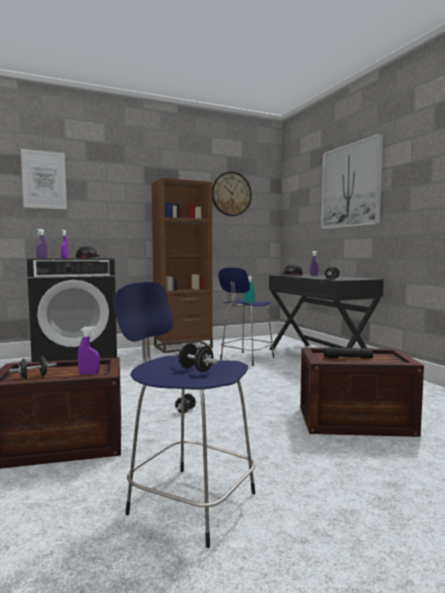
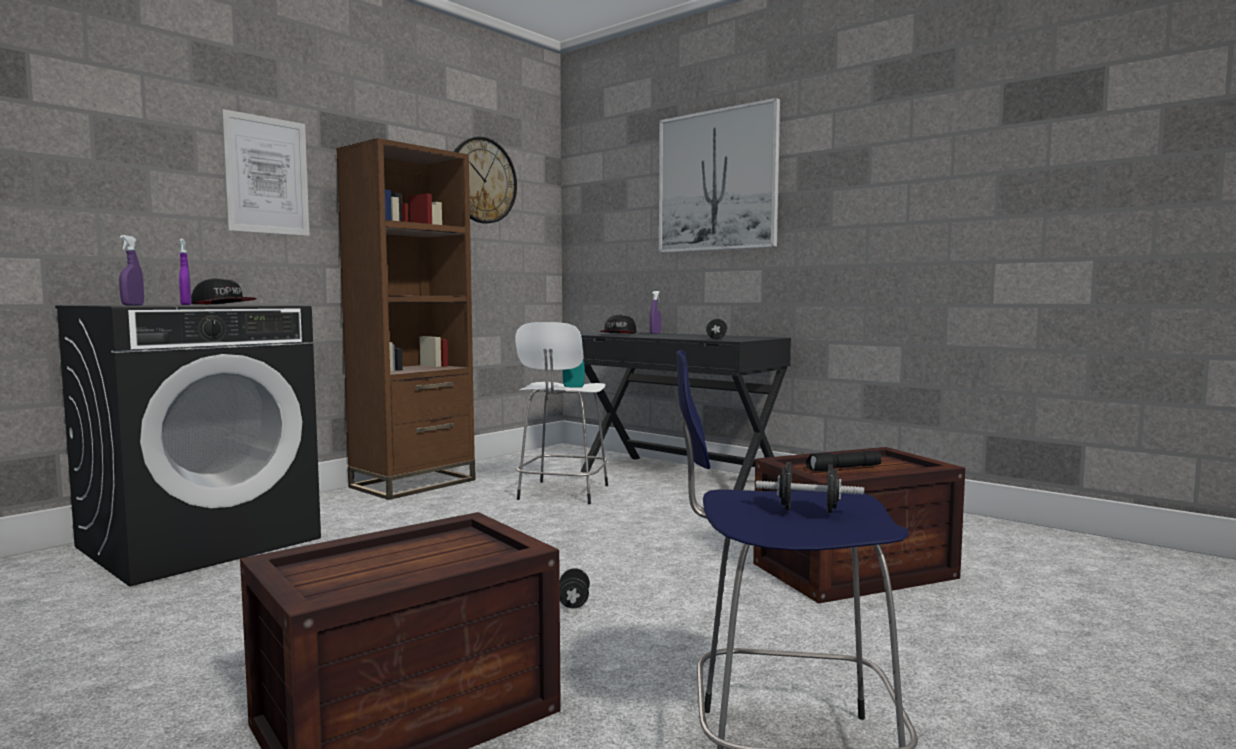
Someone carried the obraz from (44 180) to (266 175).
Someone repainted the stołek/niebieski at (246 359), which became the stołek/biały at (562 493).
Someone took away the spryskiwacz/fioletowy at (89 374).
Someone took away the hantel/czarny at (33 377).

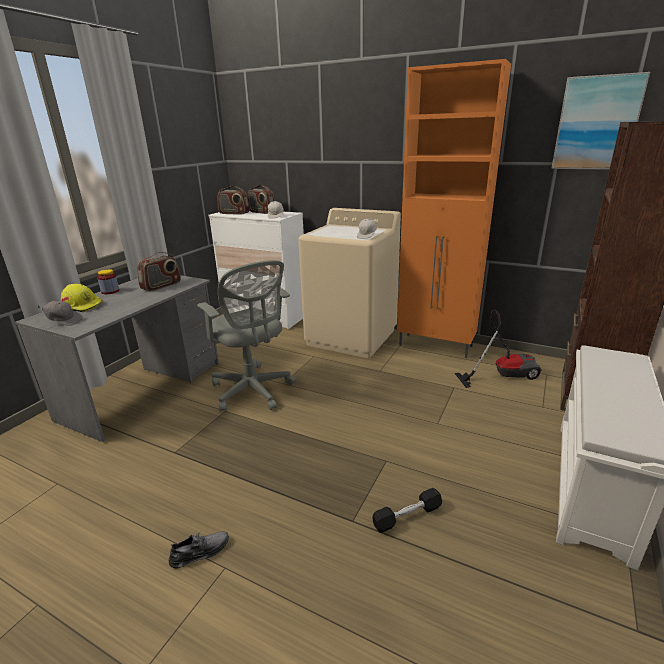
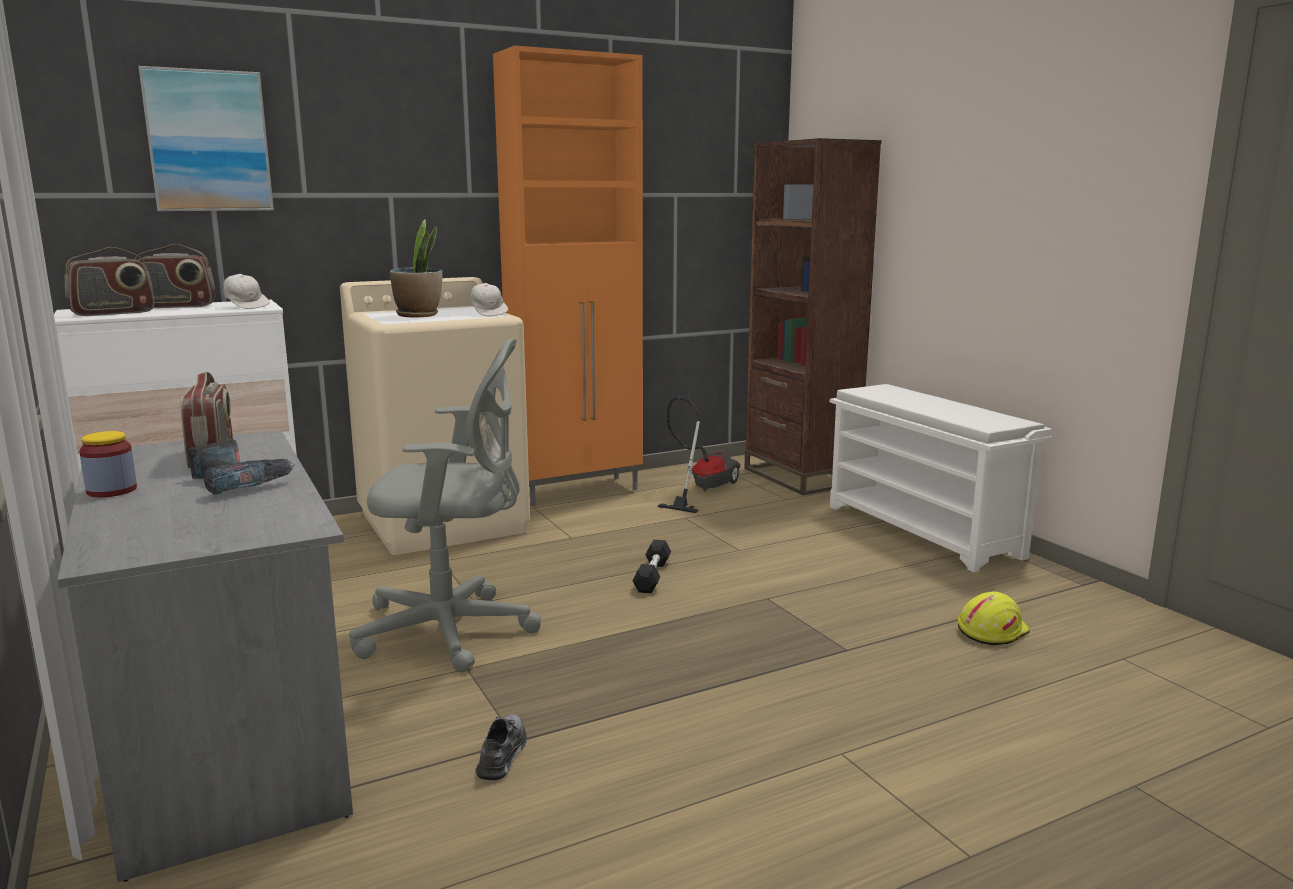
Someone carried the obraz from (596 123) to (208 141).
Someone carried the kask/żółty from (83 306) to (991 631).
Someone took away the czapka z daszkiem/szary at (64 321).
Someone carried the hantel/czarny from (407 516) to (652 576).
Someone carried the but/szary from (200 552) to (503 753).
Someone put down the roślina doniczkowa at (418 315).
Someone put down the wiertarka at (238 482).

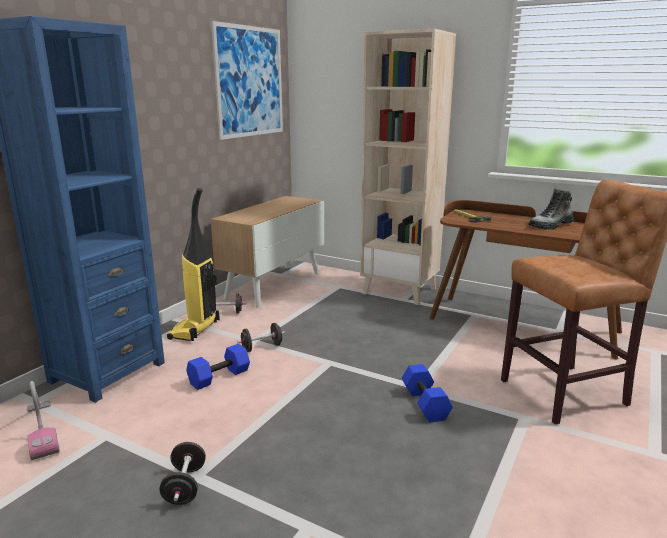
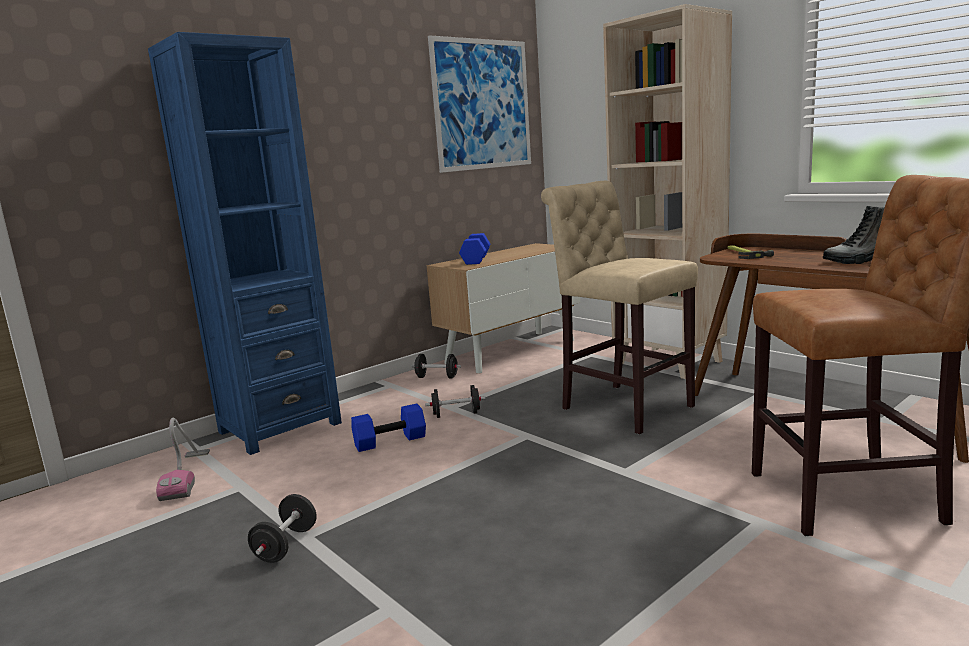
Someone took away the odkurzacz at (195 330).
Someone carried the hantel/niebieski from (426 404) to (476 260).
Someone put down the stołek/beżowy at (621 406).

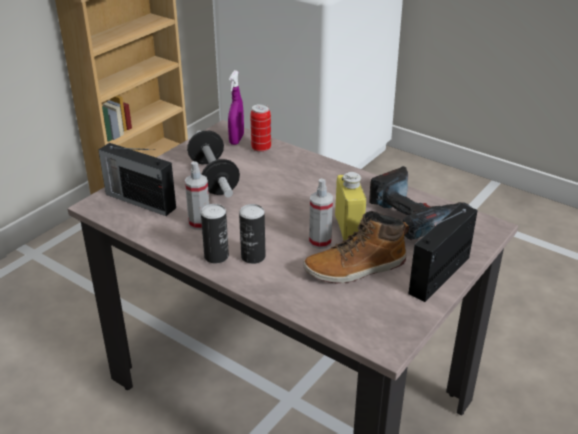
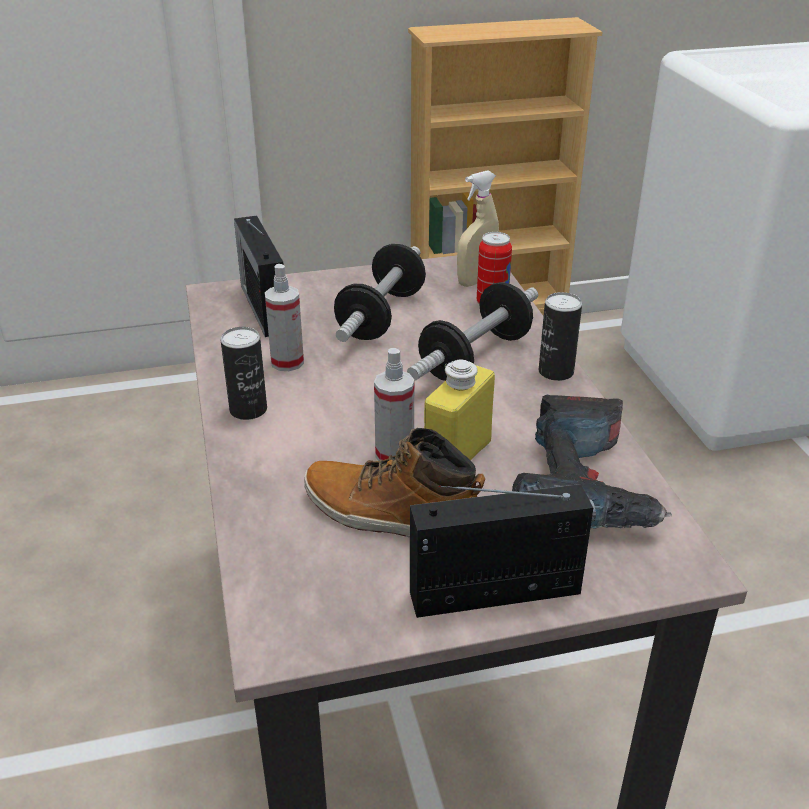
Someone repainted the spryskiwacz/fioletowy at (236 139), which became the spryskiwacz/beżowy at (476 281).
Someone carried the puszka from (253 256) to (556 372).
Someone put down the hantel at (475 357).

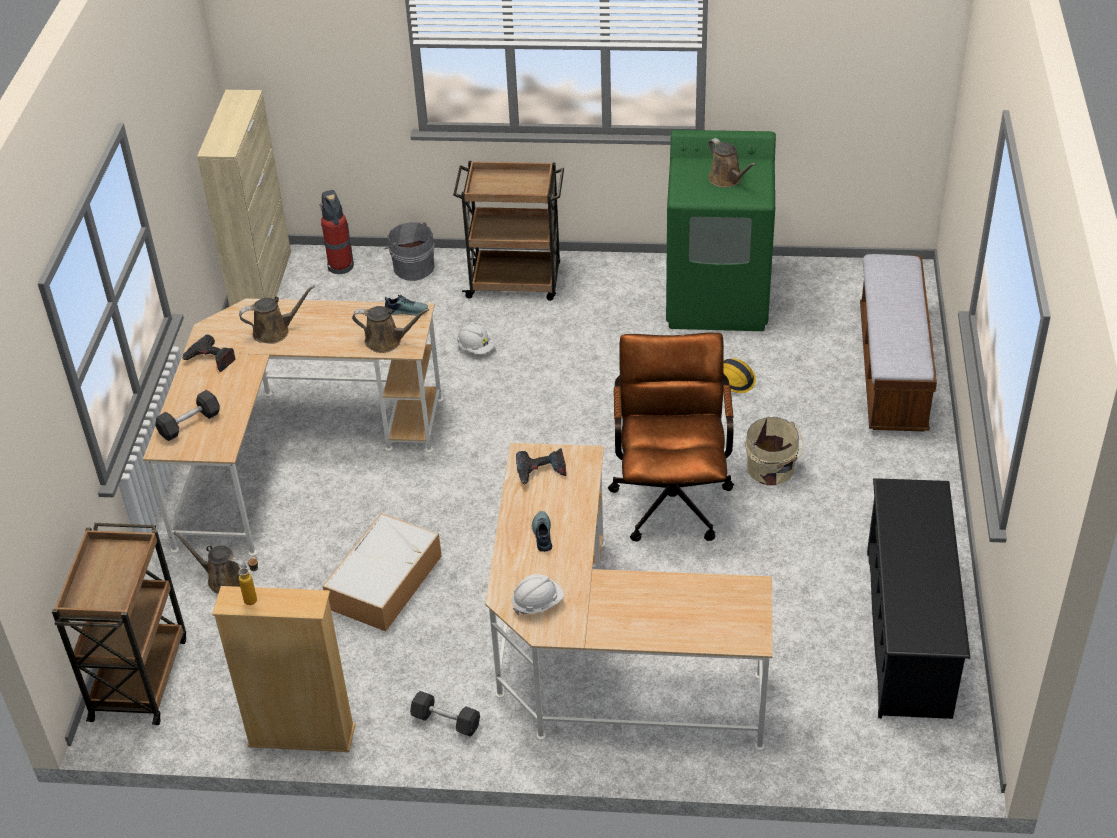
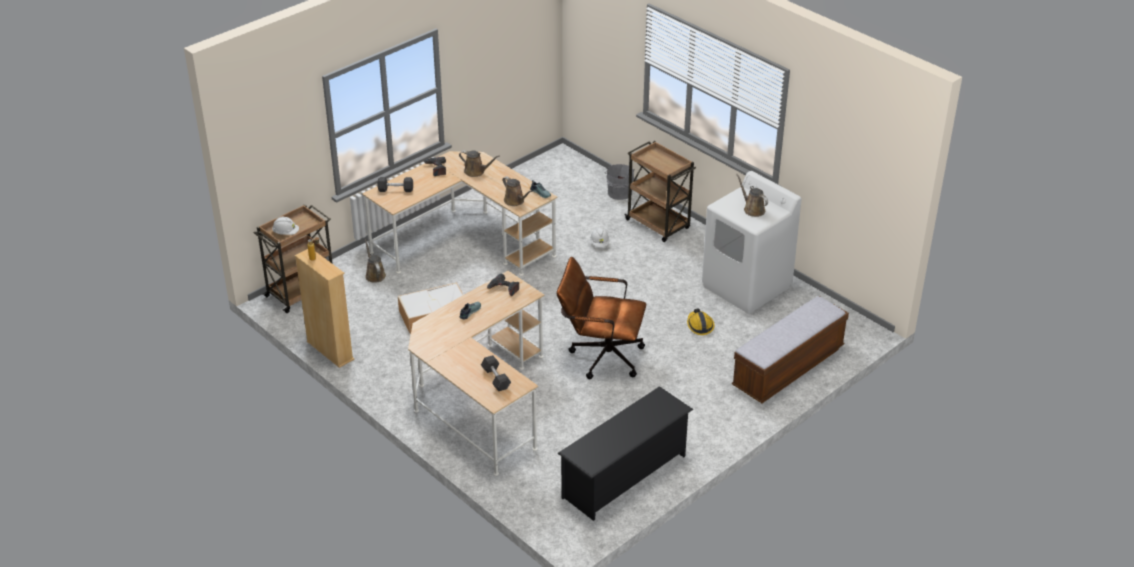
Someone took away the szafka/beżowy at (263 285).
Someone repainted the pralka/zielony at (718 299), which became the pralka/biały at (746 286).
Someone rotated the konewka/brązowy at (727 179) by 135 degrees clockwise.
Someone took away the gaśnica at (341 267).
Someone rotated the krzesło biurowe/brązowy at (671 494) by 120 degrees counterclockwise.
Someone took away the wiadro/beżowy at (771 470).
Someone carried the kask/biały from (537 603) to (286 233).
Someone carried the hantel/szary from (446 721) to (496 379).

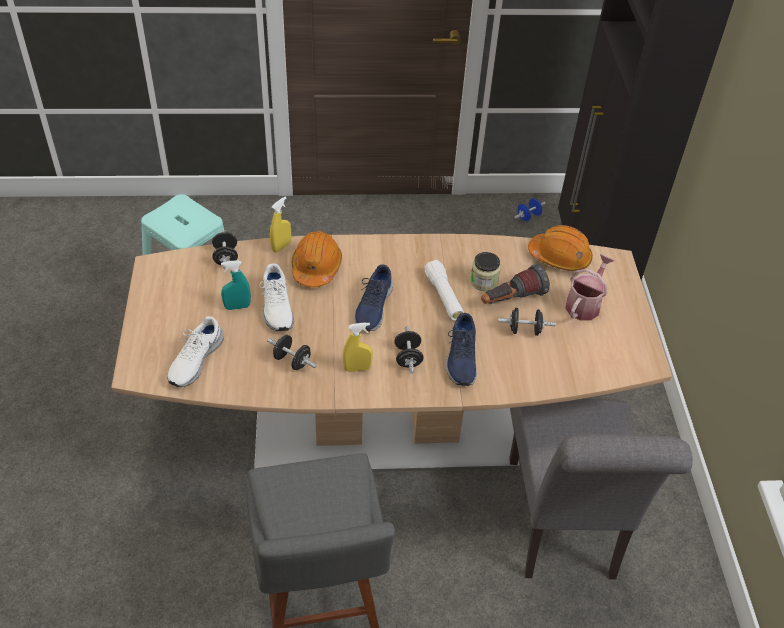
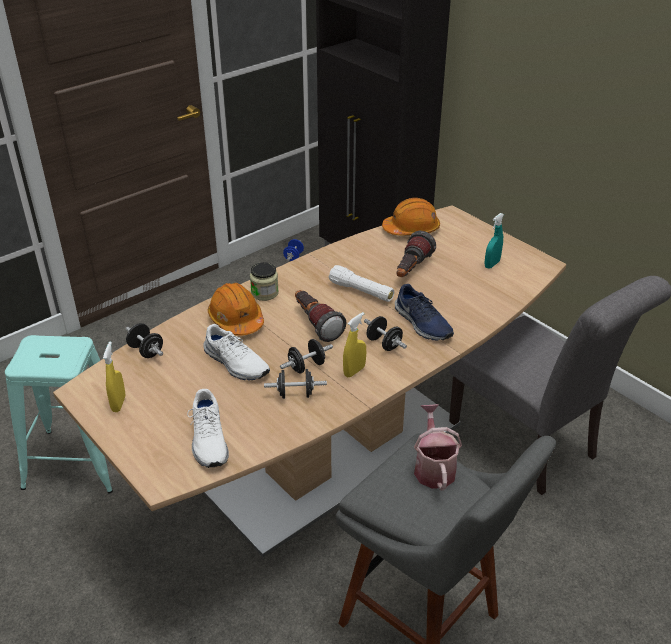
Someone carried the spryskiwacz/żółty from (281 246) to (118 404).
Someone carried the słoik from (484 281) to (264 293).
Someone carried the konewka from (585 304) to (433 467).
Someone carried the spryskiwacz/turkusowy from (237 307) to (492 264).
Someone swapped the but/niebieski at (373 307) for the latarka at (315 324).
Someone carried the hantel/czarny from (524 330) to (306 366).

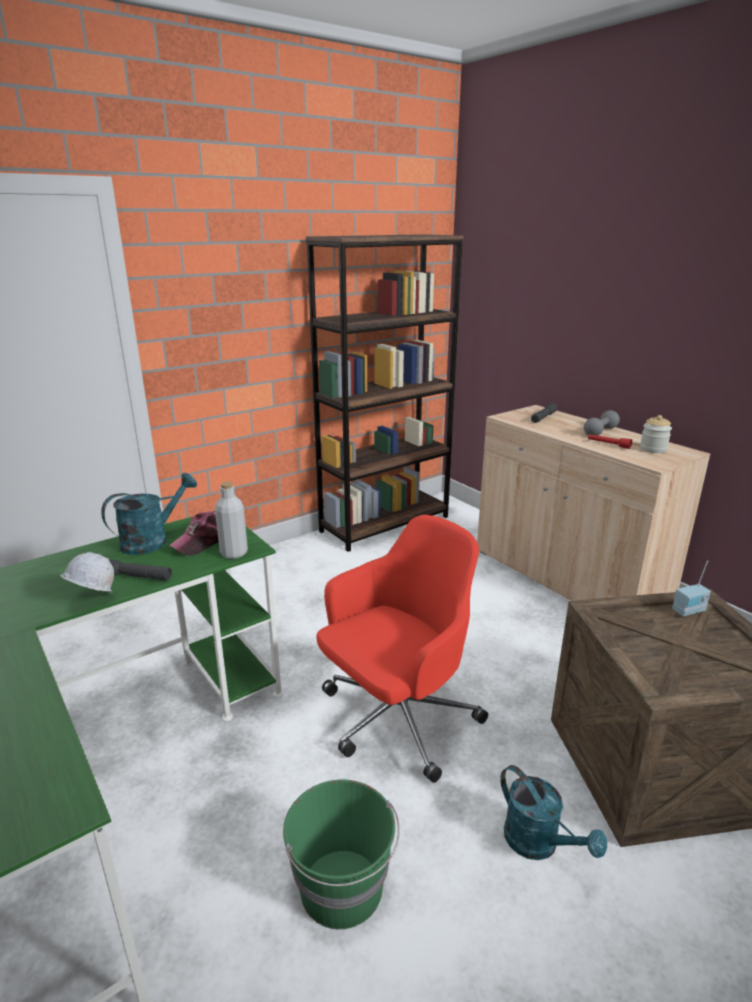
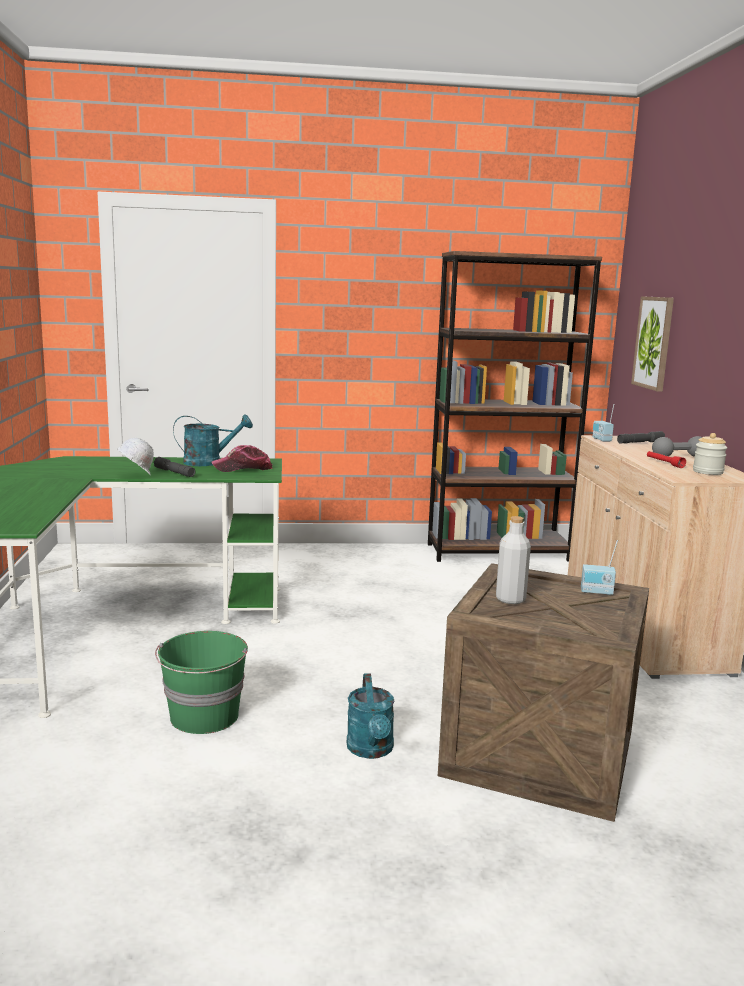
Someone carried the butelka/szary from (234 553) to (510 599).
Someone took away the krzesło biurowe/czerwony at (397 719).
Someone put up the obraz at (654 343).
Someone put down the radio at (601 440).

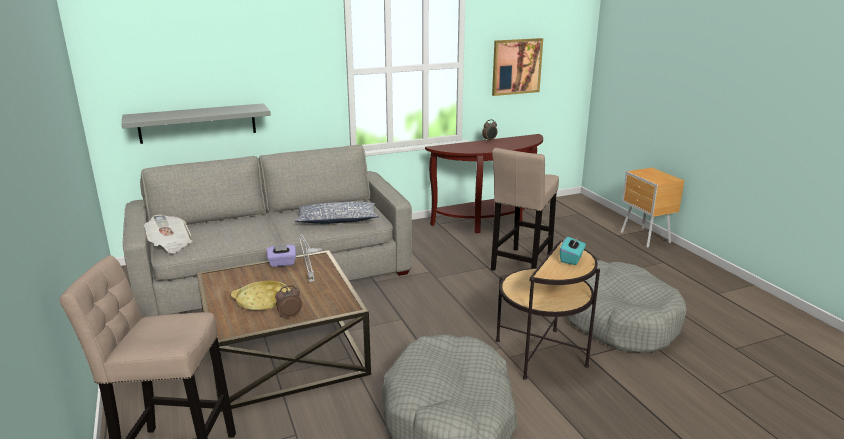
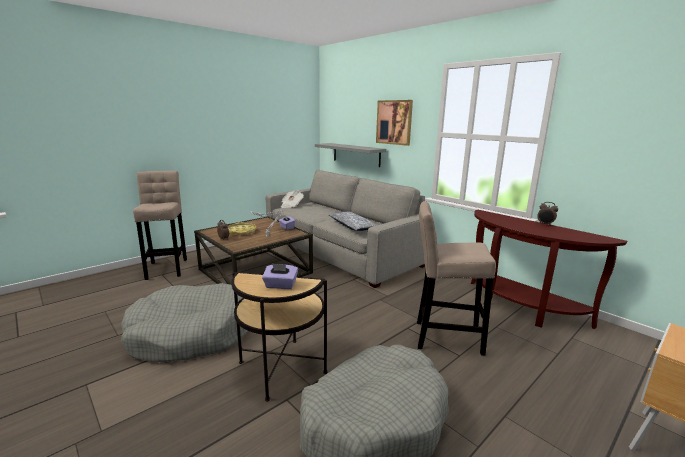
Someone carried the obraz from (516 66) to (394 122).
Someone repainted the pudełko chusteczek/turkusowy at (571 259), which became the pudełko chusteczek/fioletowy at (280 285).

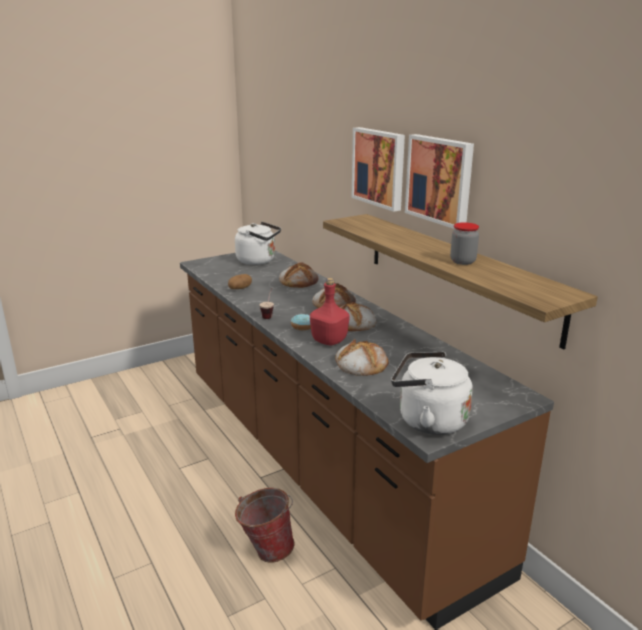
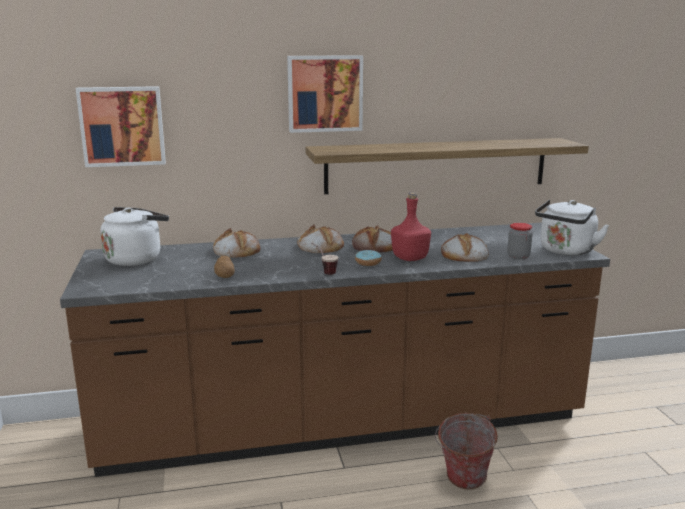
Someone carried the obraz from (440 180) to (122 126).
Someone carried the słoik from (462 261) to (518 256).

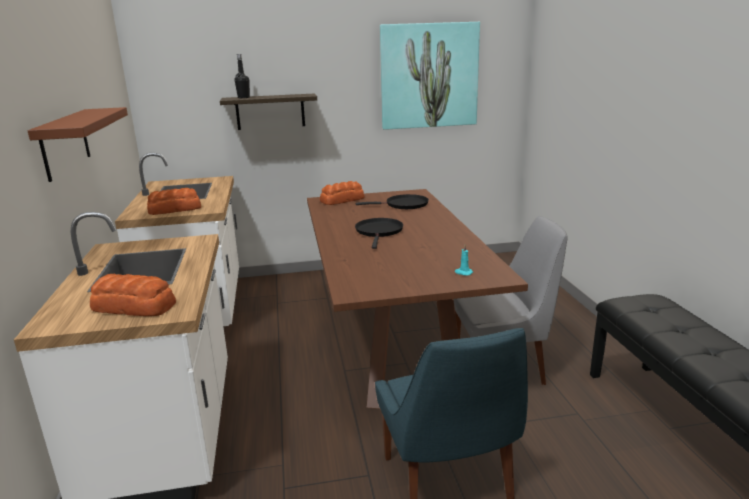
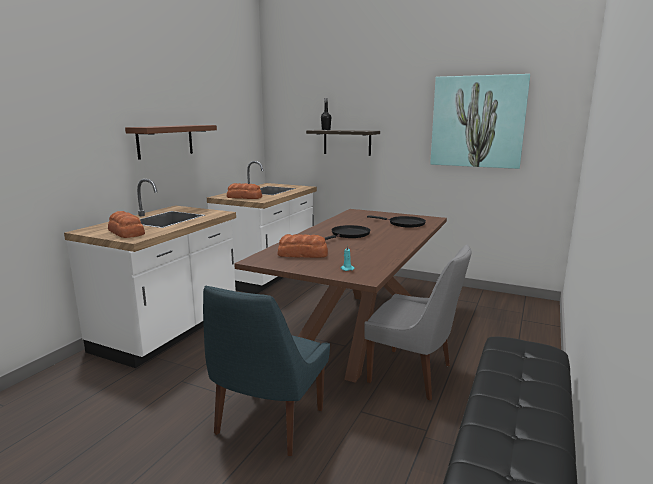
Someone carried the chleb from (343 200) to (303 254).

